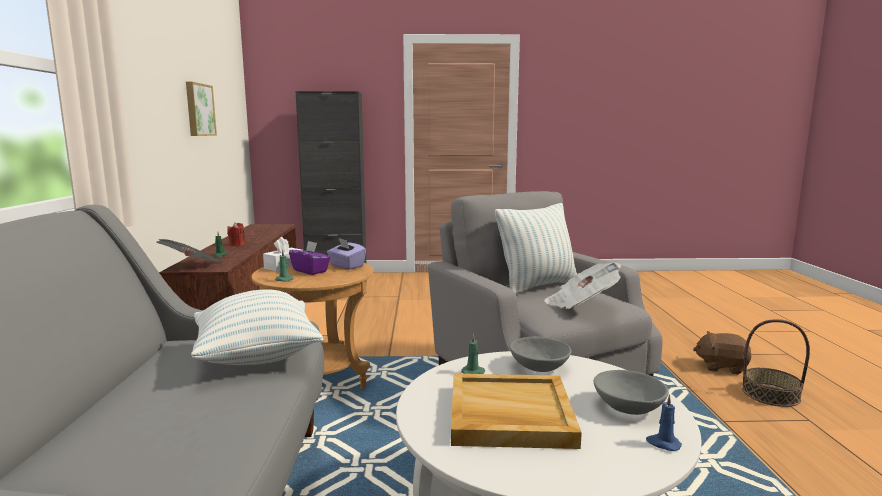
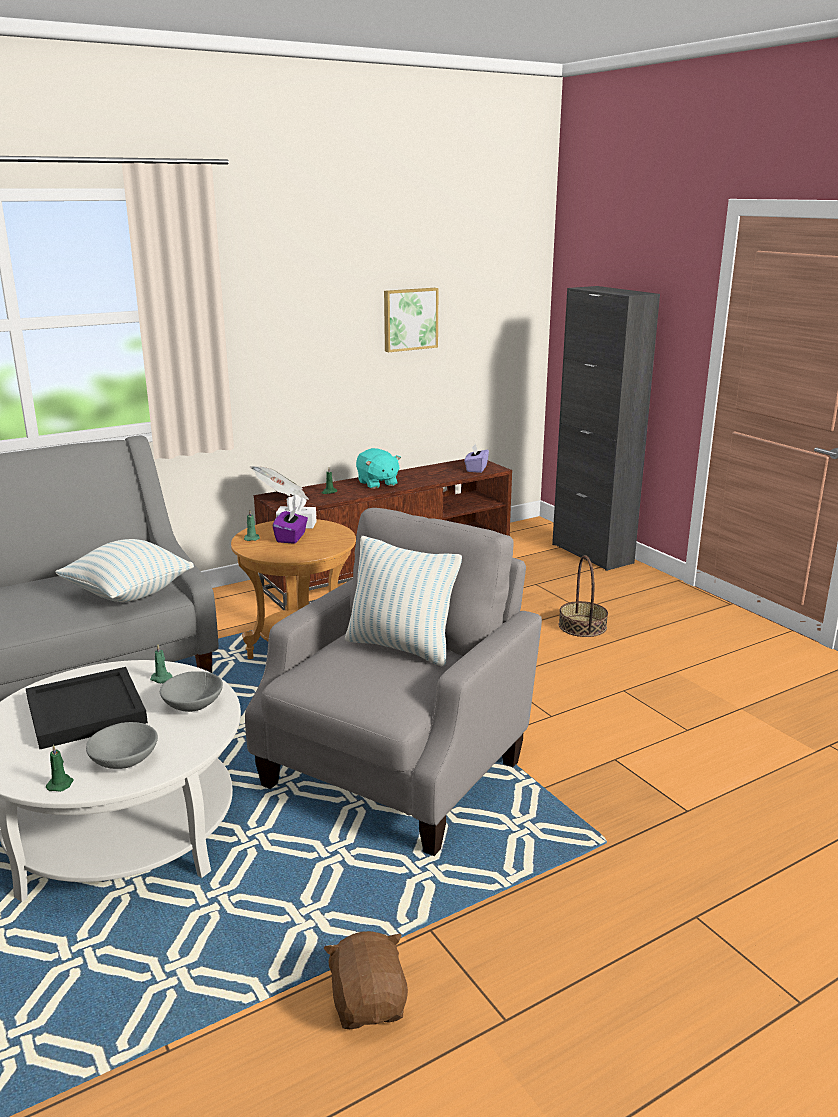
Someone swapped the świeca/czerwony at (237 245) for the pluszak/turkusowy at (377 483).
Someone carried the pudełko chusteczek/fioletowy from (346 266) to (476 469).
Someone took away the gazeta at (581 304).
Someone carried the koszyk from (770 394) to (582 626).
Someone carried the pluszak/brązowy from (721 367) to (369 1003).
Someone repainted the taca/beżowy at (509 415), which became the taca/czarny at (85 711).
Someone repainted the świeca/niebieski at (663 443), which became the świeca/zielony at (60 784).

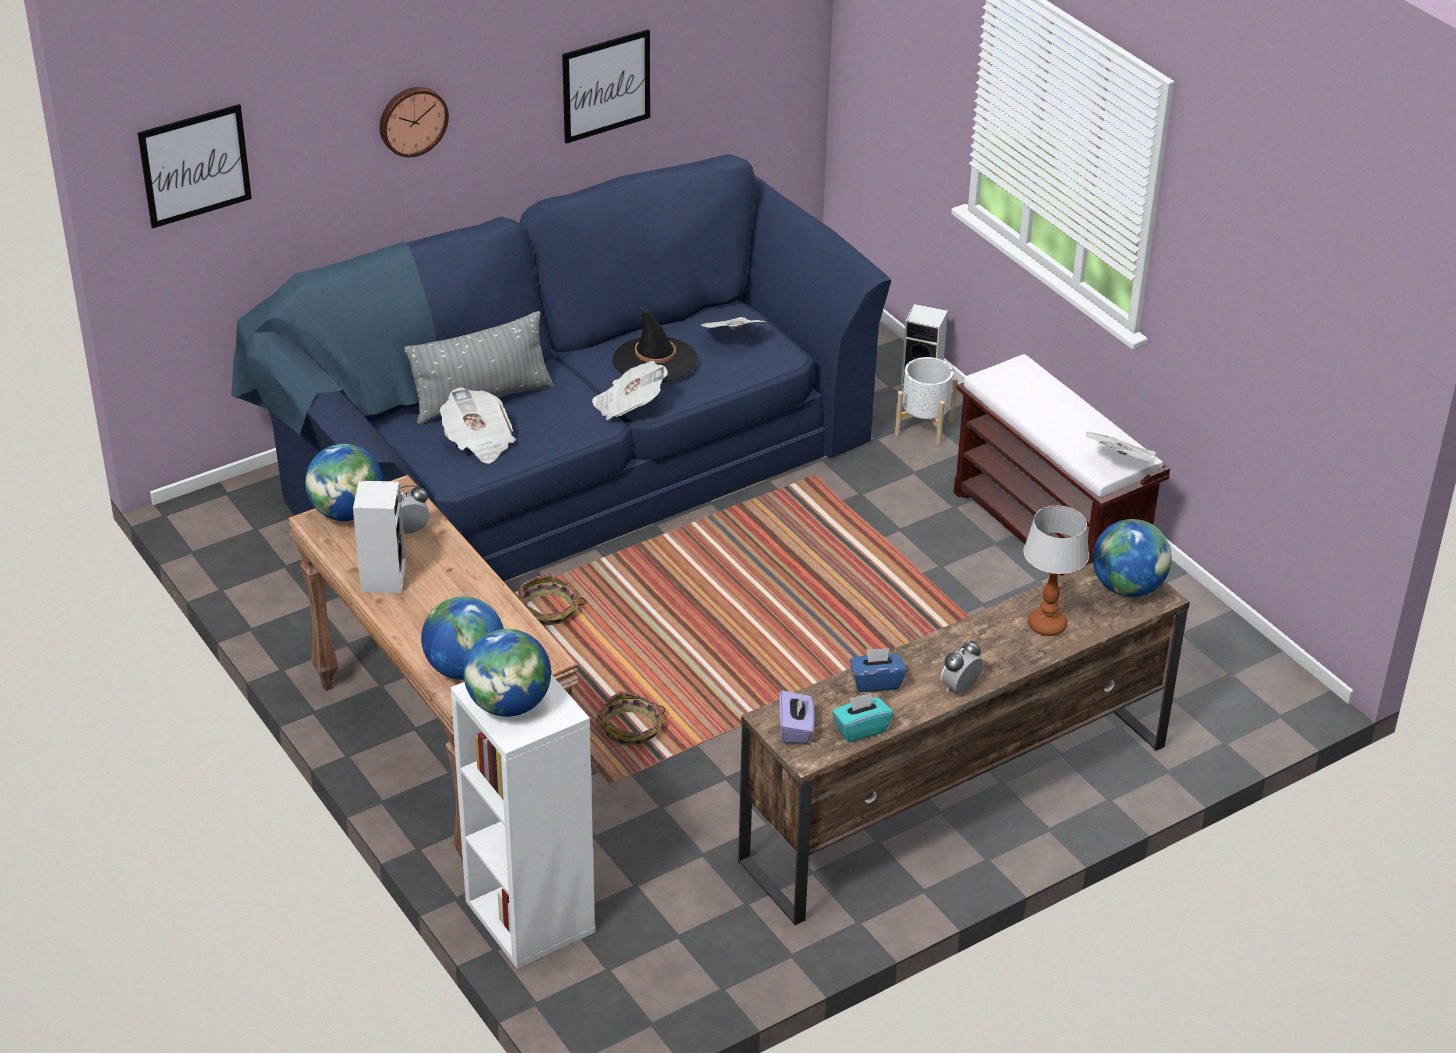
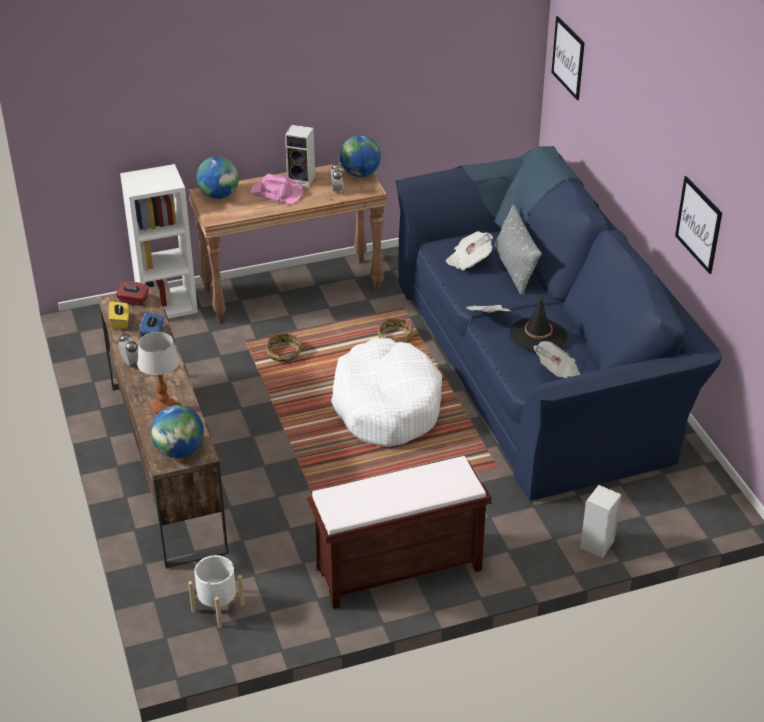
Someone took away the zegar ścienny at (412 120).
Someone carried the donica/biały from (924 426) to (218 607).
Someone took away the gazeta at (1122 463).
Someone took away the globus at (509 705).
Someone repainted the pudełko chusteczek/fioletowy at (795 729), which became the pudełko chusteczek/czerwony at (133 301).
Someone repainted the pudełko chusteczek/turkusowy at (860 729), which became the pudełko chusteczek/żółty at (120 322).
Someone put down the kapelusz/różowy at (276 193).
Someone put down the legowisko/biały at (386 405).

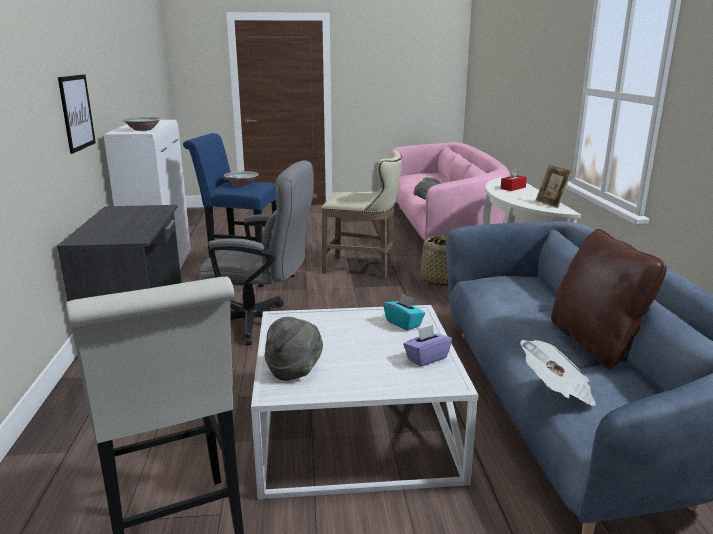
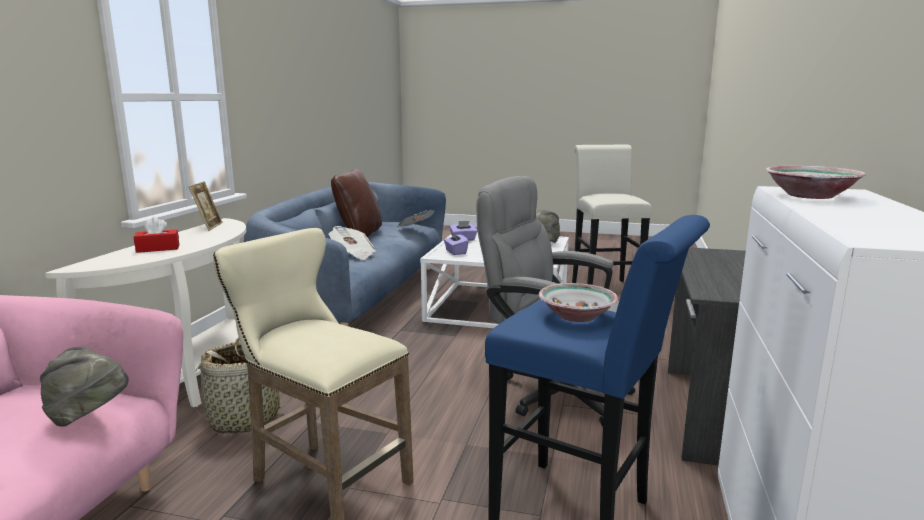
Someone took away the obraz at (77 112).
Someone repainted the pudełko chusteczek/turkusowy at (403 323), which became the pudełko chusteczek/fioletowy at (455 252).
Someone put down the gazeta at (353 254).

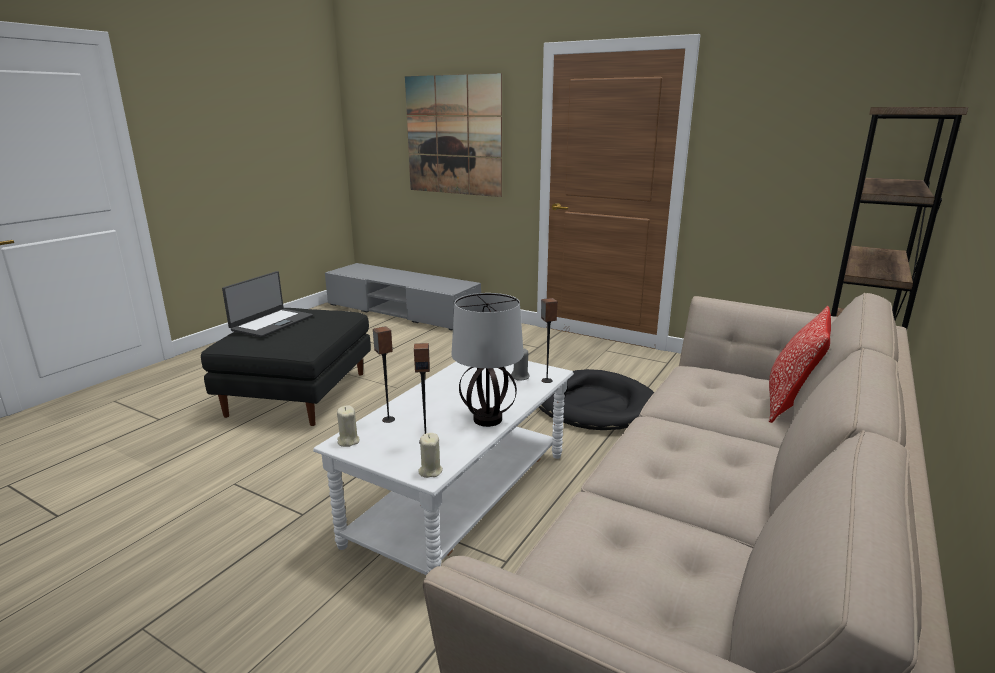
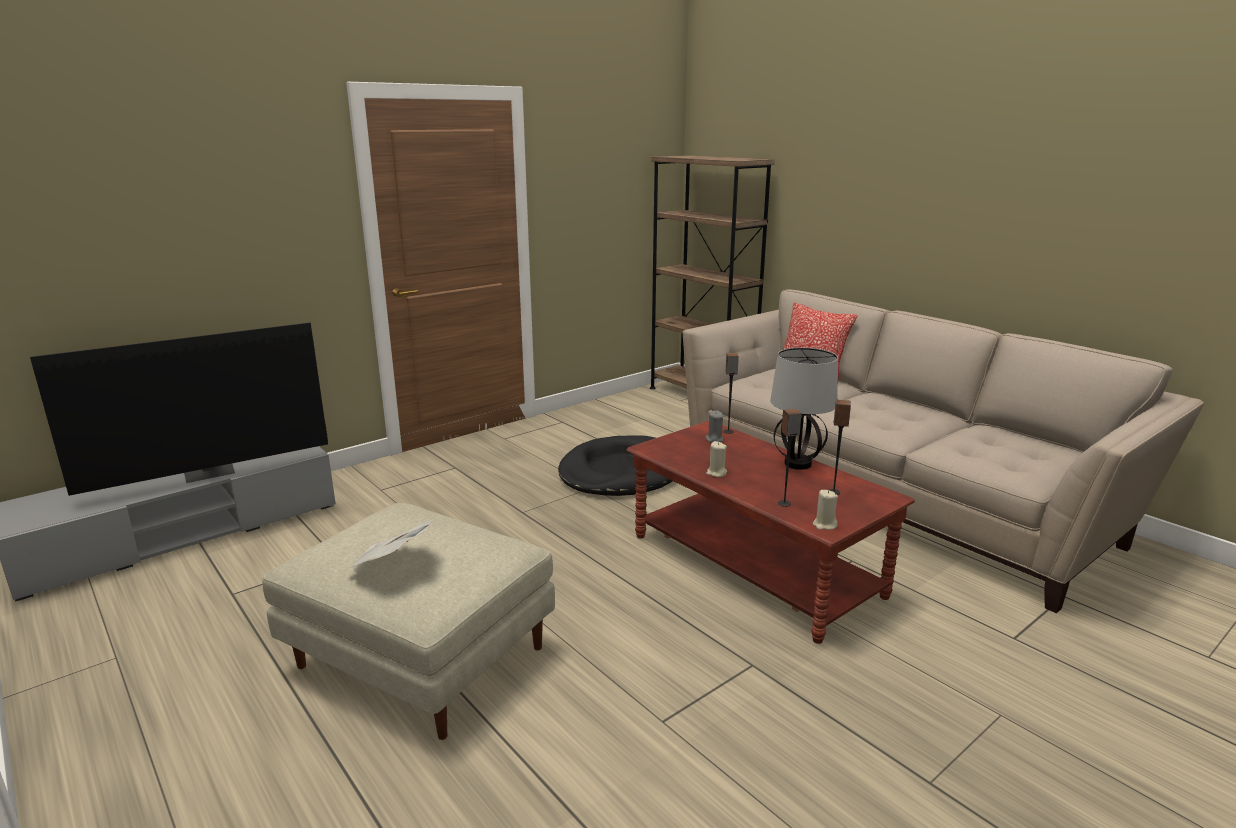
Someone took away the obraz at (453 135).
Someone swapped the laptop at (271 323) for the gazeta at (393 564).
Someone repainted the pufa/czarny at (298 393), which became the pufa/beżowy at (418 656).
Someone repainted the ława/biały at (461 497), which became the ława/brązowy at (754 566).
Someone carried the świeca/beżowy from (430 471) to (716 473).
Someone put down the telewizor at (210 472).

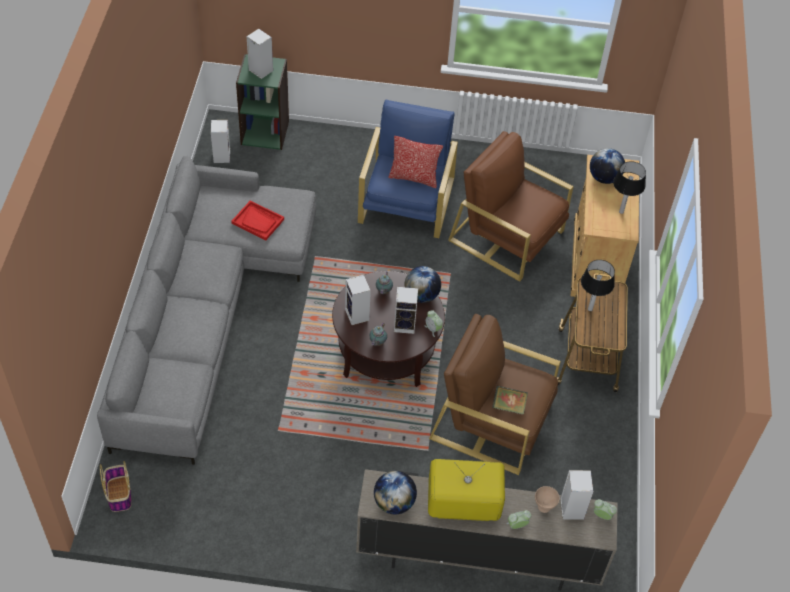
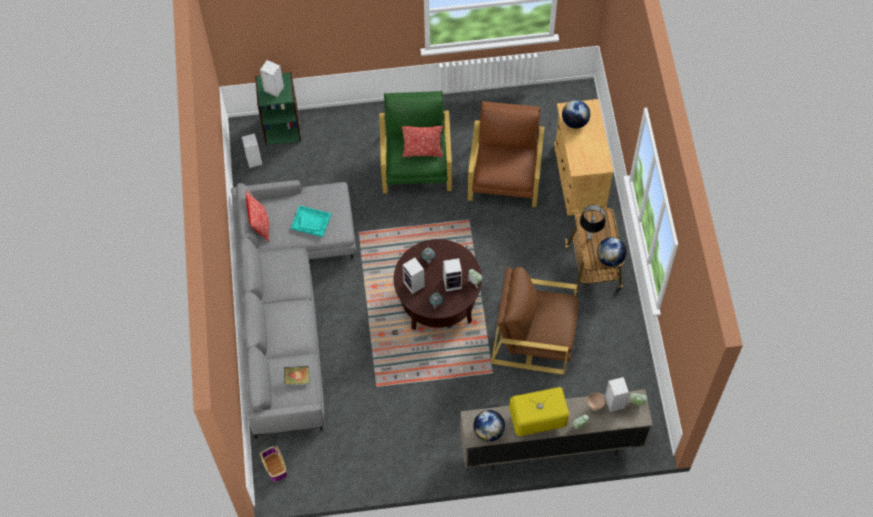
Someone repainted the fotel/niebieski at (406 201), which became the fotel/zielony at (416 163).
Someone rotated the fotel/brązowy at (507 236) by 75 degrees clockwise.
Someone took away the lampa stołowa at (621 212).
Someone repainted the taca/czerwony at (258 221), which became the taca/turkusowy at (311 222).
Someone carried the globus from (421 295) to (610 258).
Someone carried the książka from (508 406) to (297 378).
Someone put down the poduszka at (260 225).

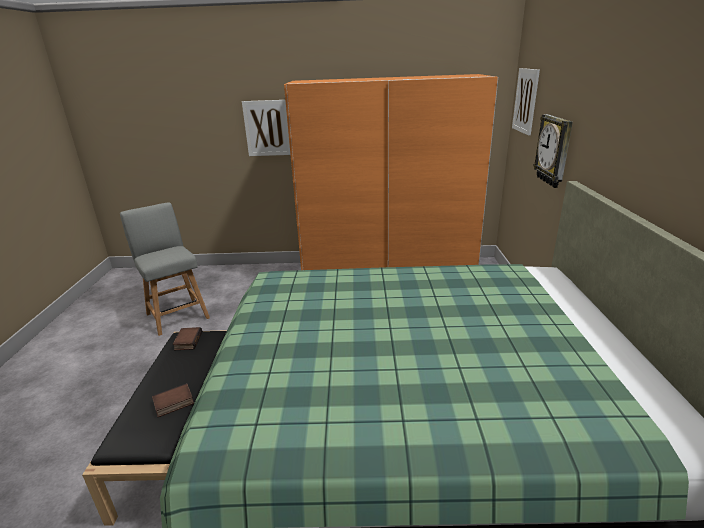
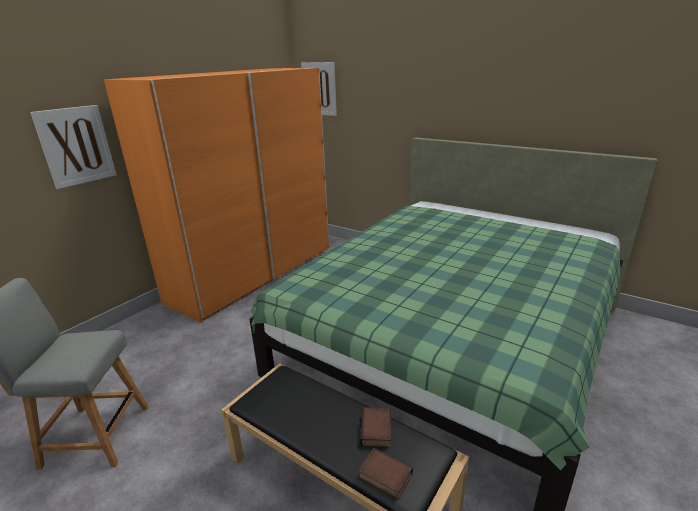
Someone took away the zegar ścienny at (554 150).
Someone carried the książka from (187 341) to (384 476).

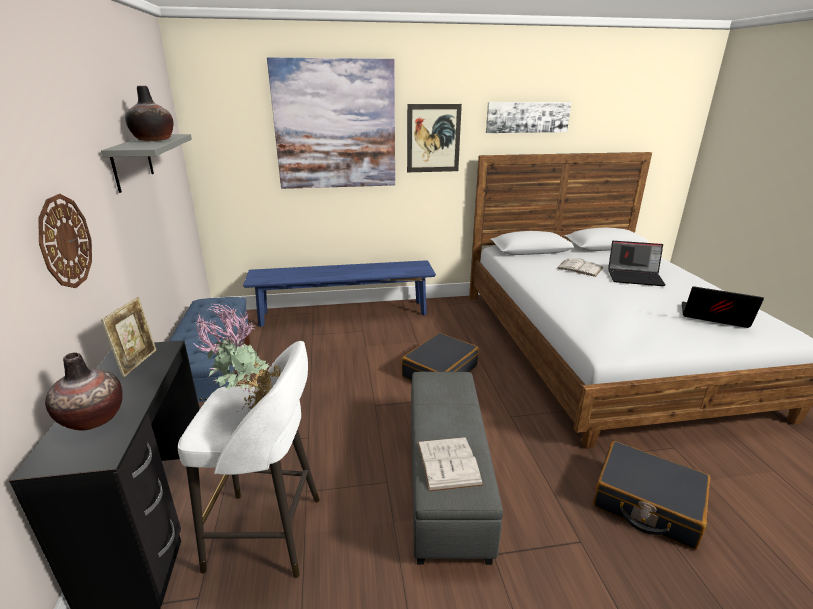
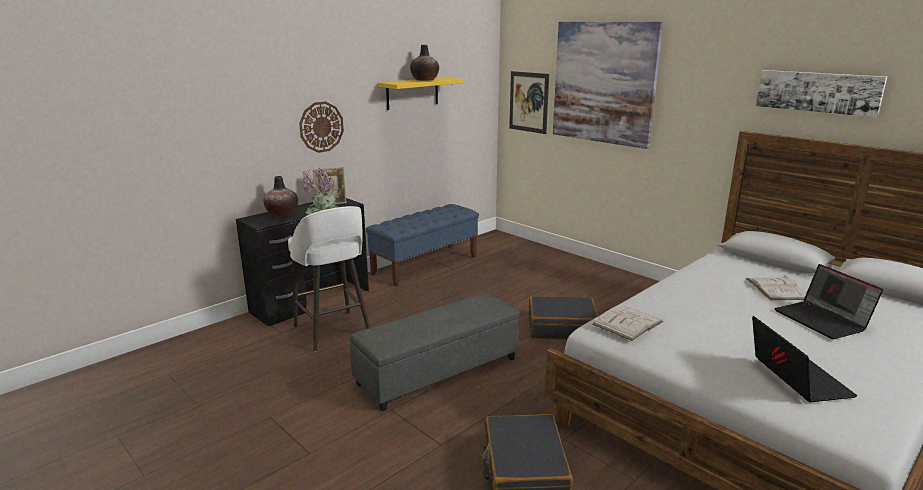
Someone carried the obraz from (433 138) to (528 102).
Someone repainted the półka/szary at (132 162), which became the półka/żółty at (412 93).
Someone took away the ławka/niebieski at (344 313).
Someone carried the książka/biały from (448 463) to (627 323).

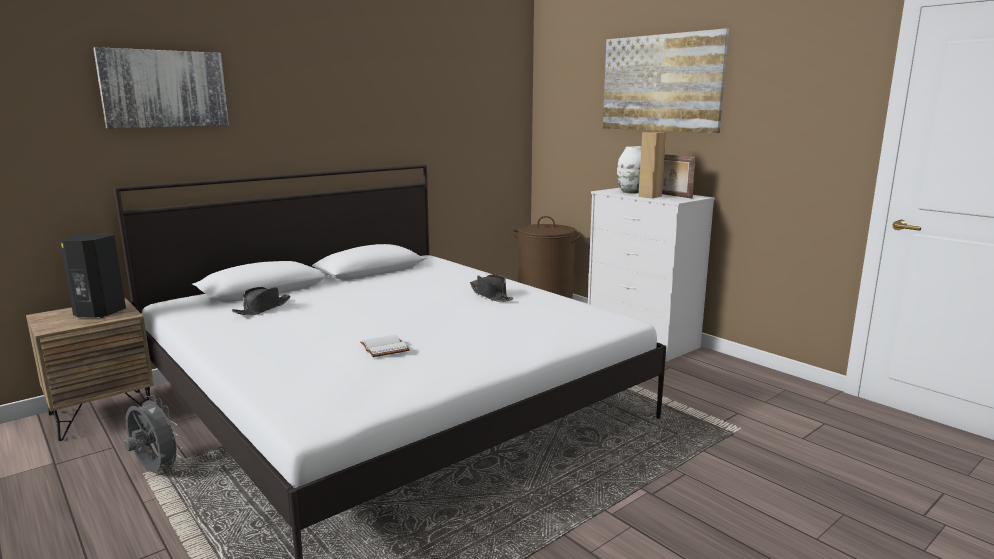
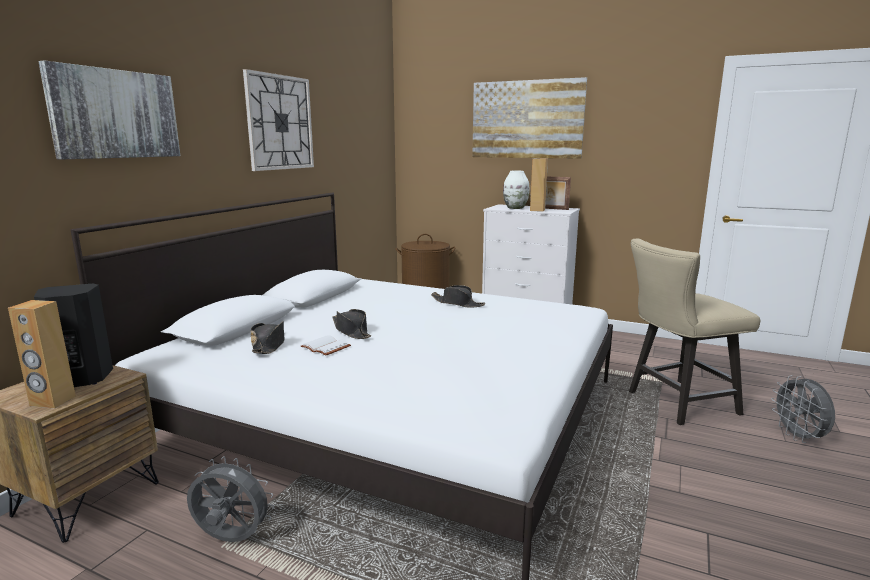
Someone carried the książka/biały from (386 348) to (327 347).
Someone put up the zegar ścienny at (280 122).
Someone put down the krzesło/beżowy at (675 403).
Someone put down the głośnik/brązowy at (52 401).
Someone put down the kapelusz/czarny at (351 331).
Someone put down the wentylator/szary at (799 437).

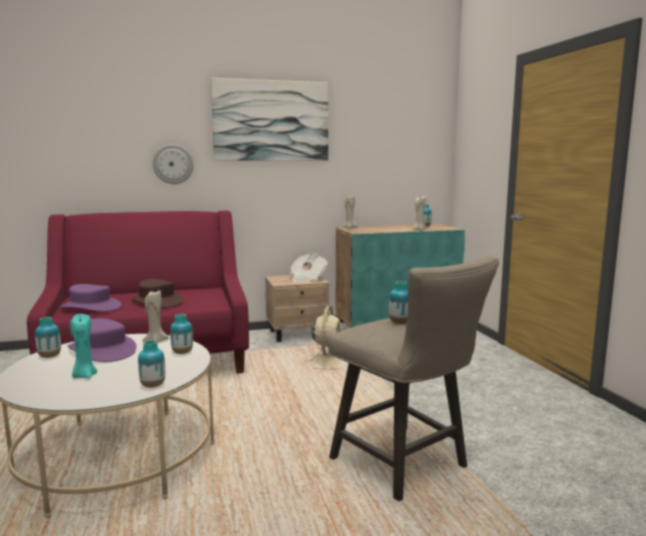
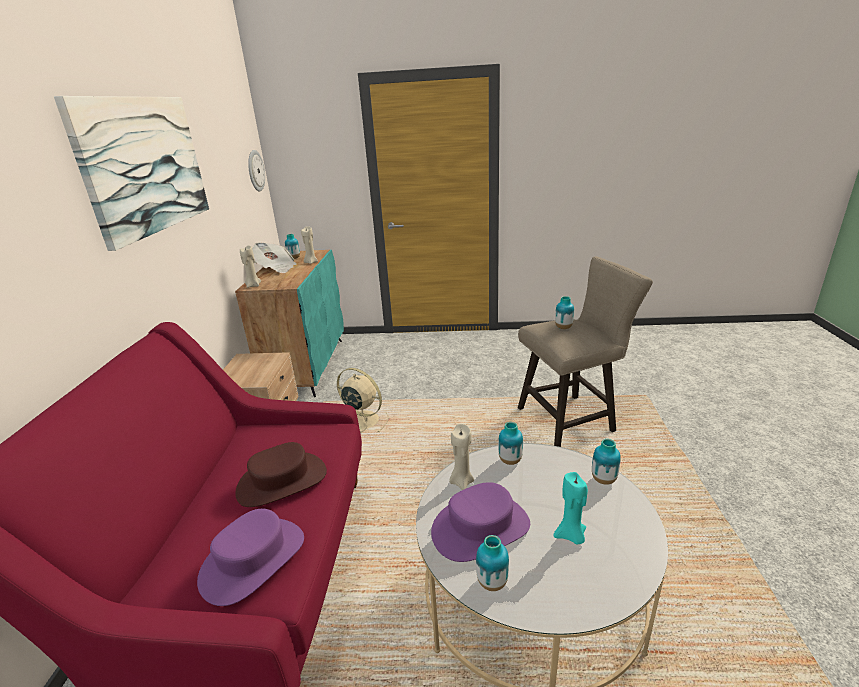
Someone carried the zegar ścienny from (173 164) to (255 171).
Someone carried the gazeta from (307 278) to (275 268).

